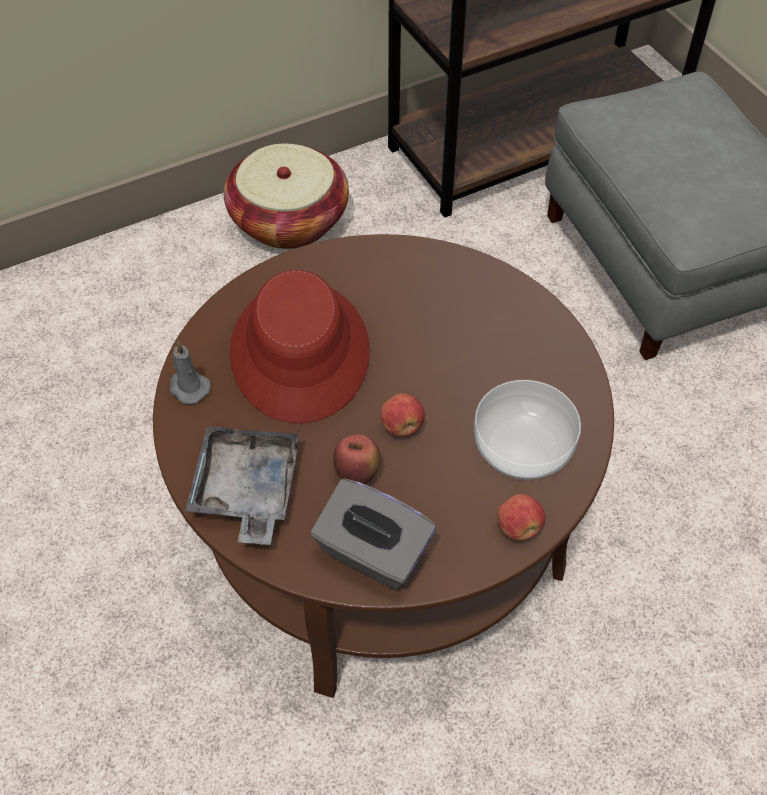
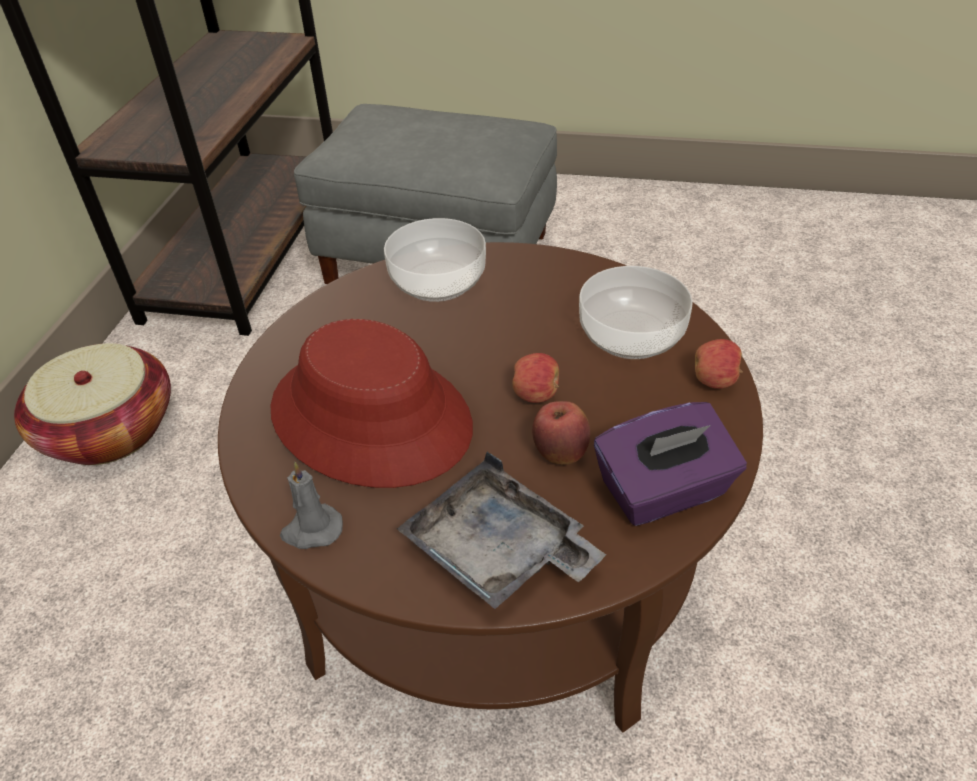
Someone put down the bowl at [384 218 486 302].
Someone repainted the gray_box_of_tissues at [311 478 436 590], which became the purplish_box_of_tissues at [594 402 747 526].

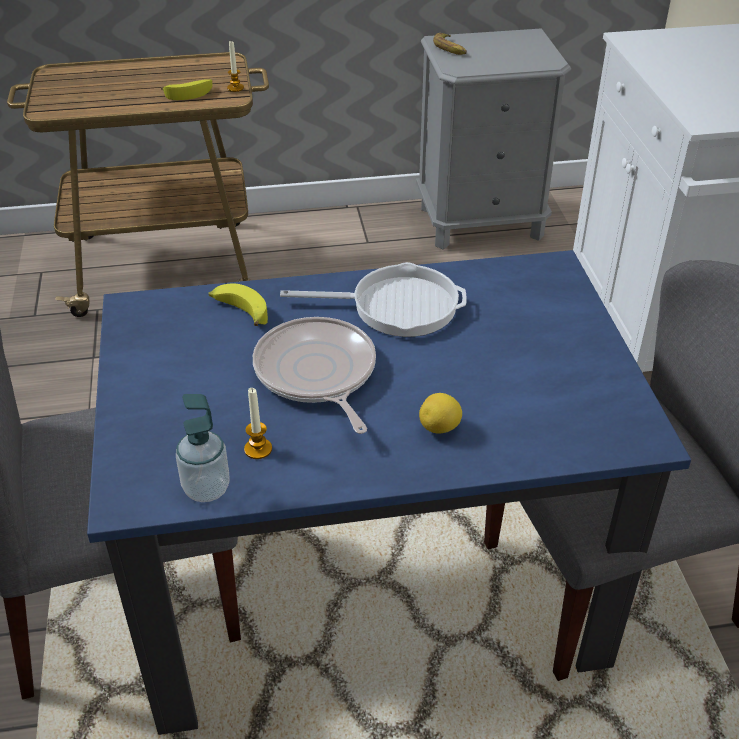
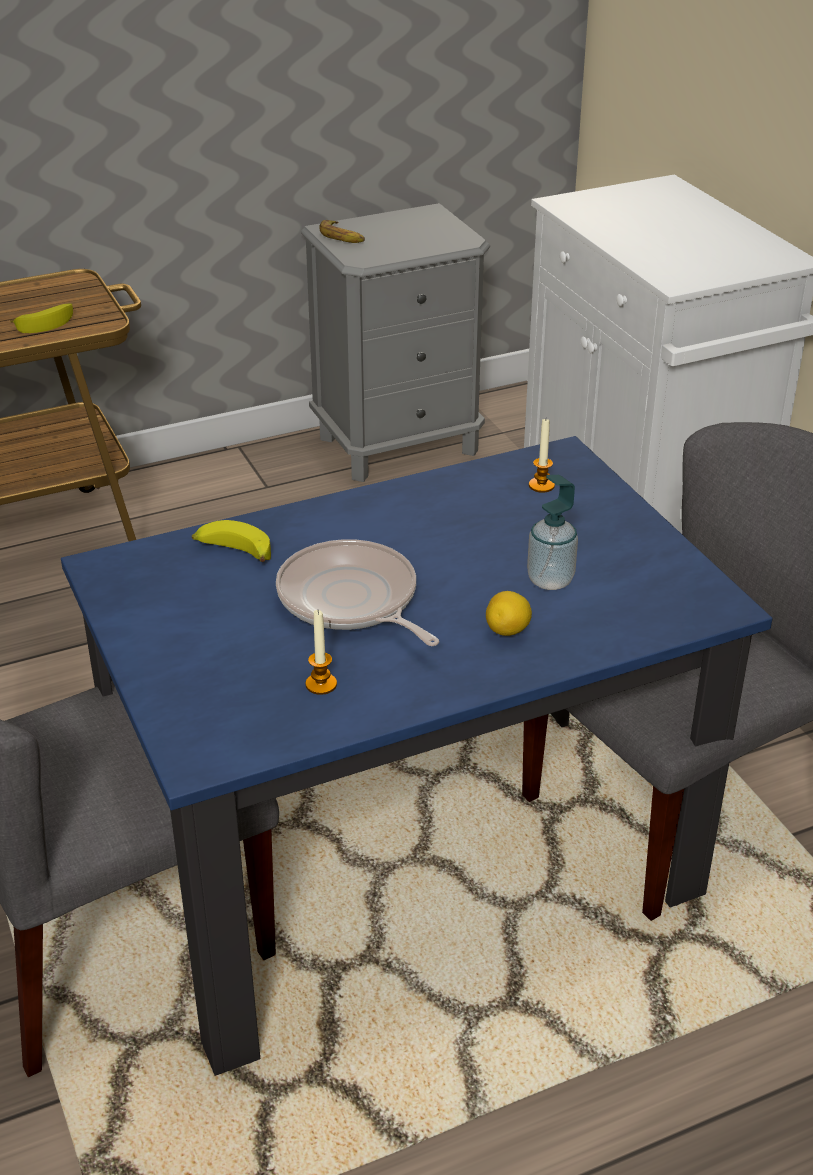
Someone took away the pan at [280 262 467 337].
Someone carried the liquid_soap_bottle from [176 394 230 502] to [527 475 578 590].
Someone carried the candle from [227 41 244 92] to [529 419 555 493].

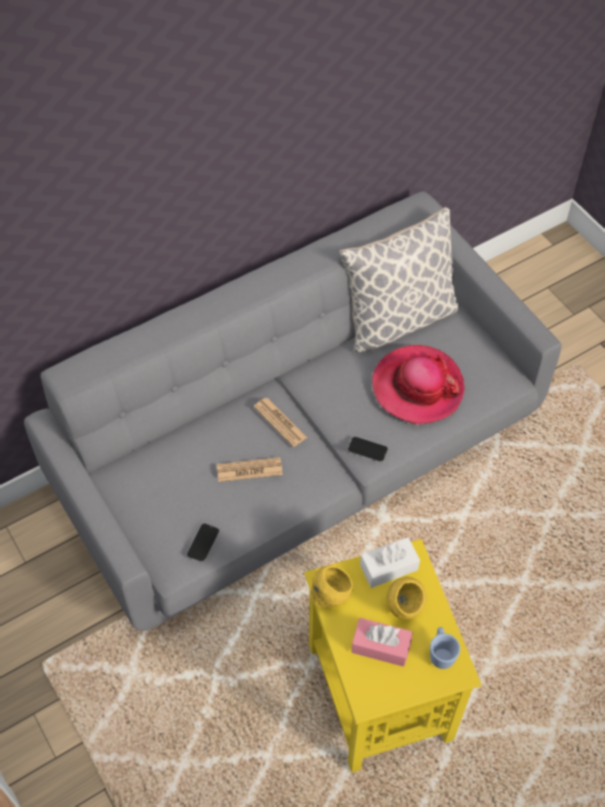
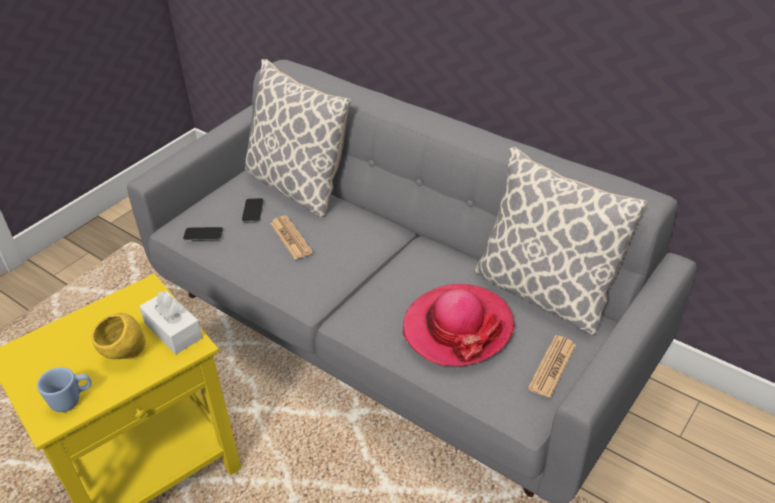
Someone took away the yellow-coloured_bowl at [310 565 353 608].
Someone took away the pinkish_box_of_tissues at [351 618 412 667].
Someone put down the pillow at [245 59 351 217].
Someone carried the newspaper from [254 398 308 447] to [528 335 576 398].
Someone carried the telephone from [348 437 388 462] to [242 198 264 222].

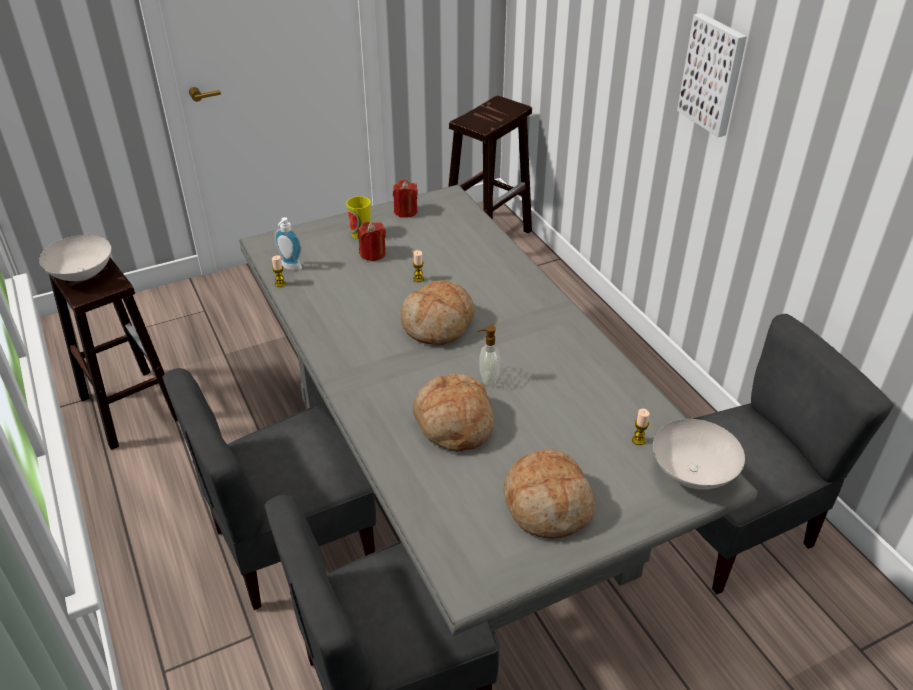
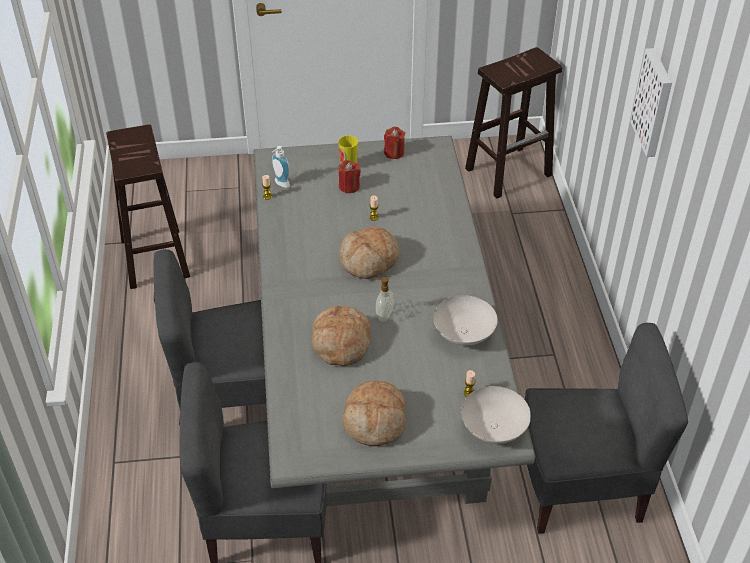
Someone carried the white_bowl from [39 235 111 281] to [433 295 498 346].

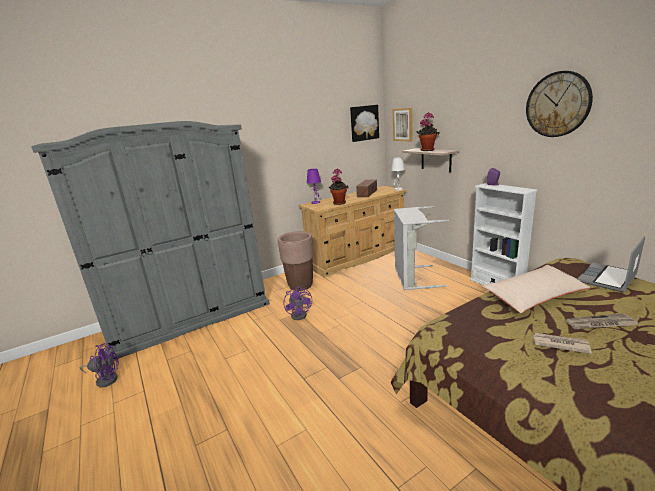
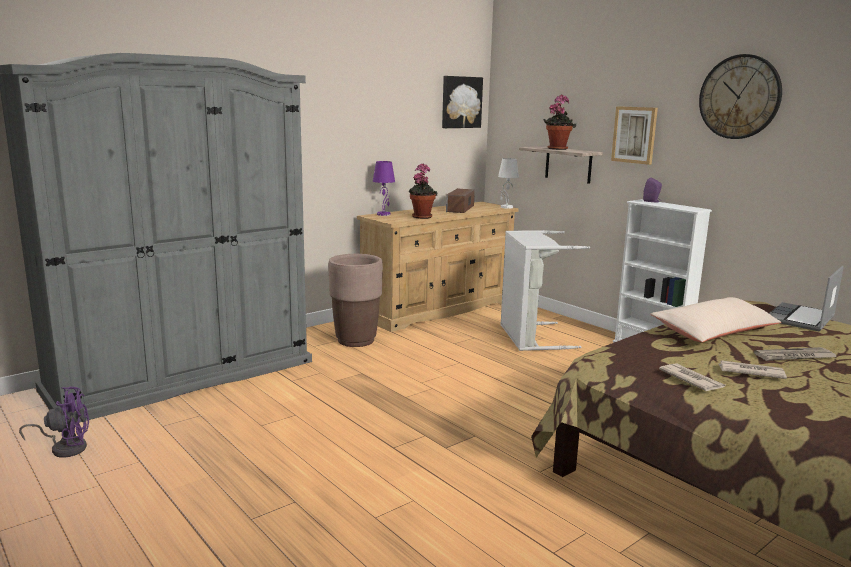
Someone took away the purplish_electric_fan at [284 286 312 320].
Someone put down the newspaper at [659 363 725 391].
Someone carried the wall_art from [393 108 412 142] to [611 106 658 165].

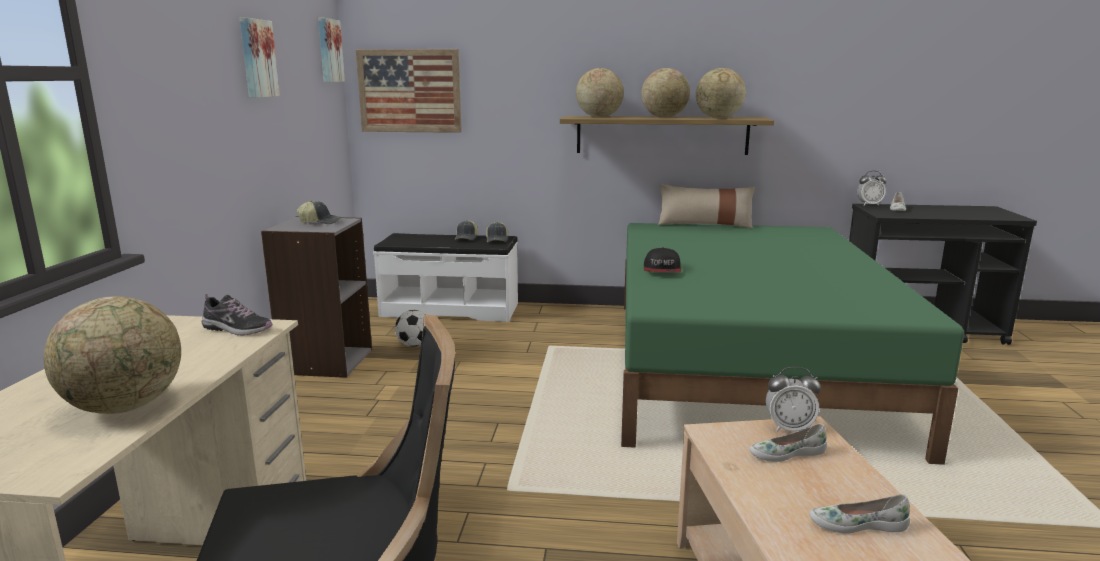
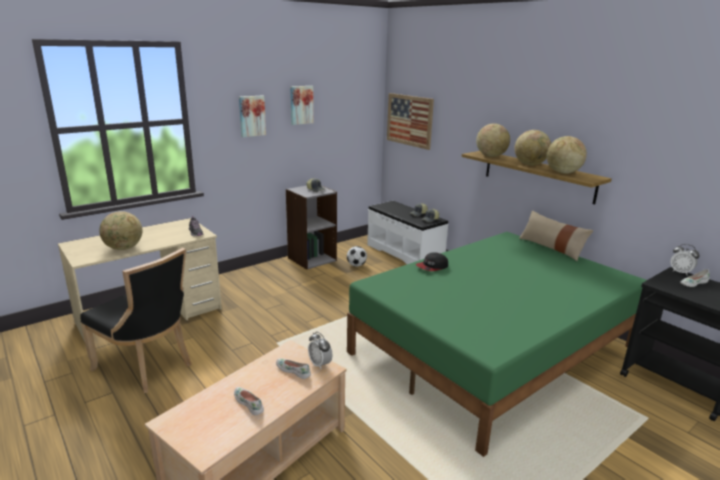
Someone carried the wall_art from [318 18 345 82] to [239 96 266 137].

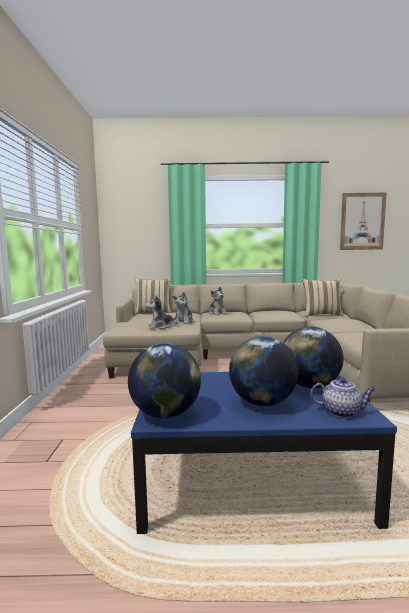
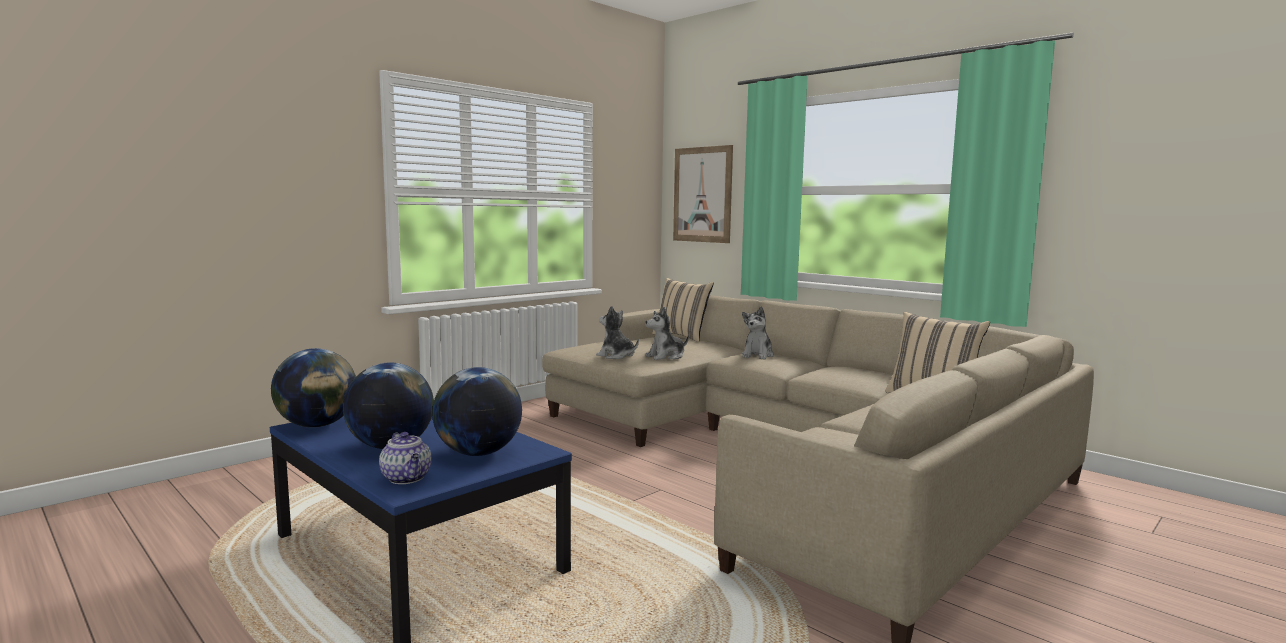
Someone carried the wall_art from [340 192 387 250] to [673 145 733 243].

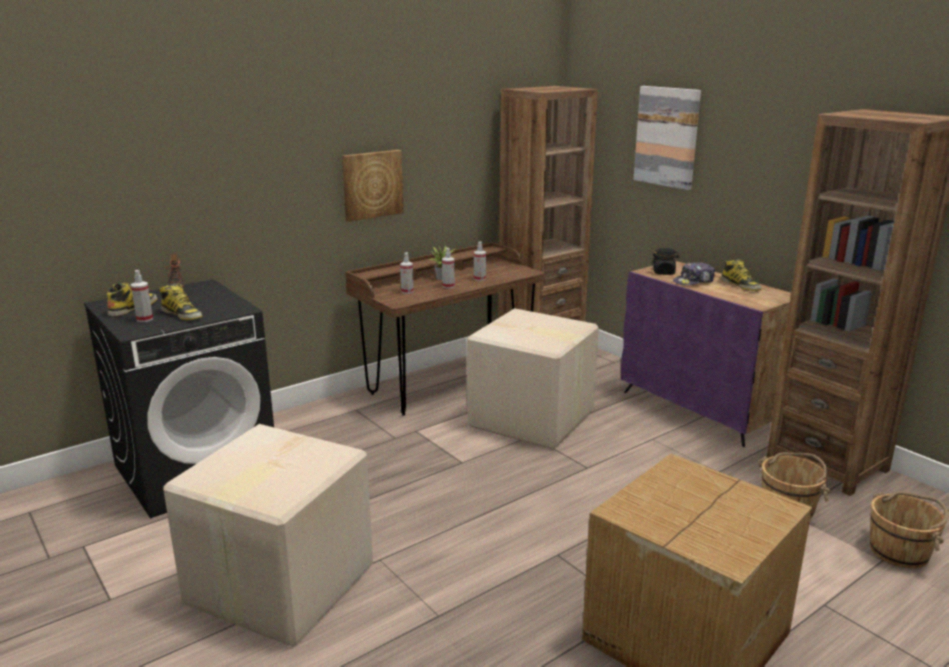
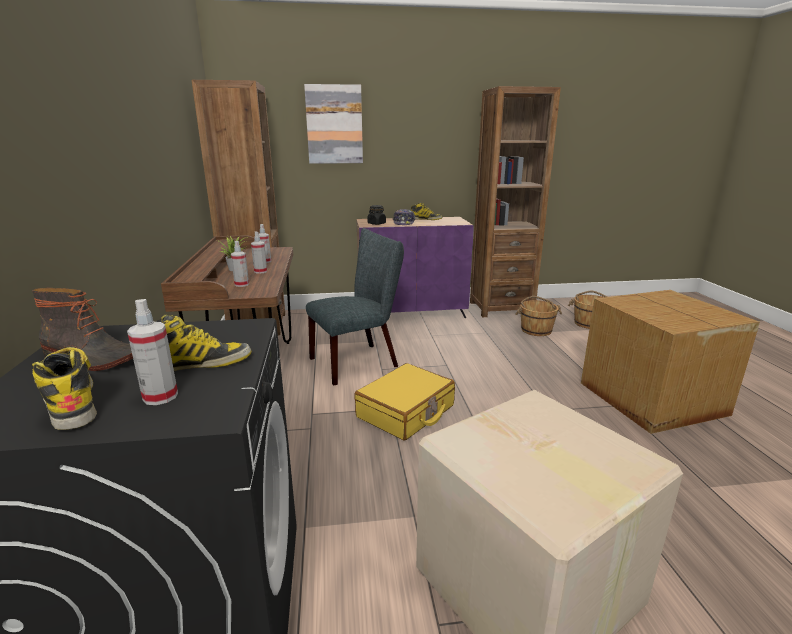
Someone took away the wall_art at [342 150 403 222].
Someone put down the yellow-coloured_travel_case at [354 363 455 441].
Someone swapped the carton at [467 308 599 449] for the gray_chair at [306 228 404 385].

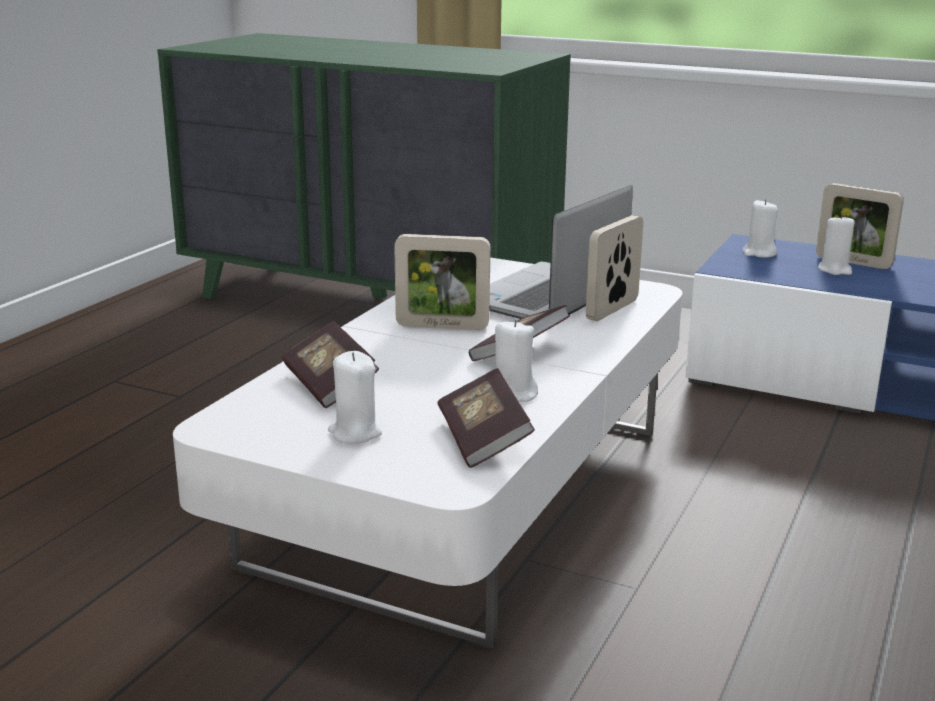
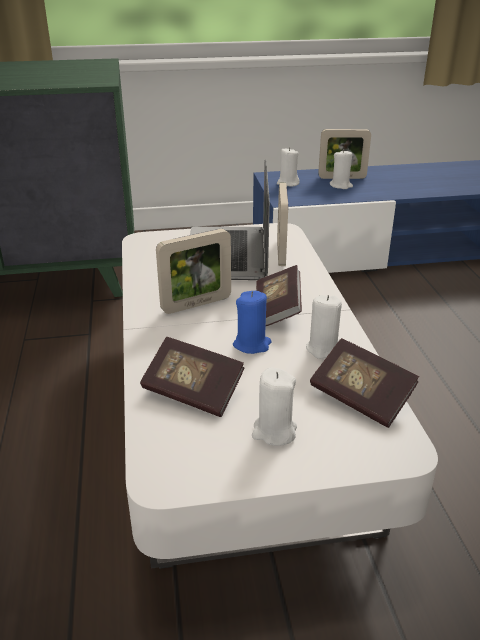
Someone put down the blue-coloured_candle at [233 291 272 354].

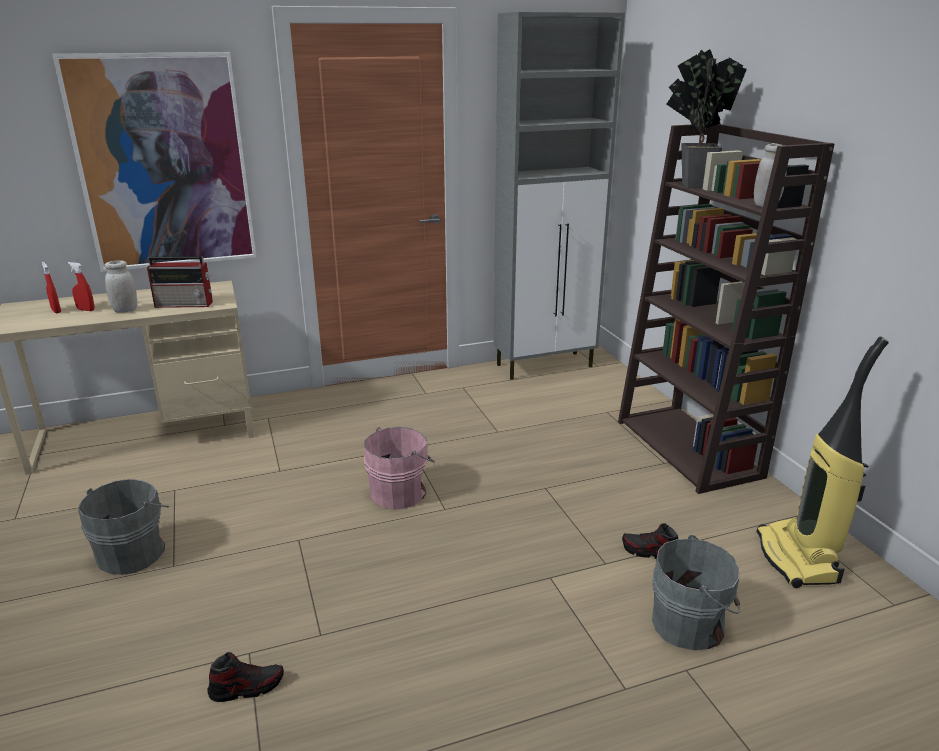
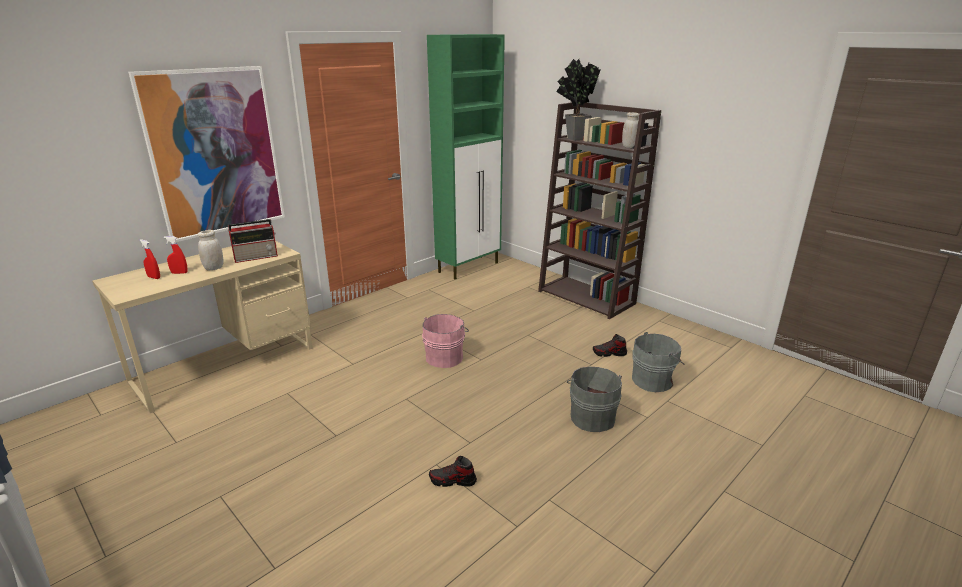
Someone took away the vacuum_cleaner at [757 336 889 588].
Someone carried the gray_pail from [78 479 169 575] to [567 366 622 432].
Someone repainted the gray_cupboard at [494 12 625 380], which became the green_cupboard at [427 34 505 279].
Someone rotated the low_shoe at [207 652 284 702] by 135 degrees counterclockwise.

